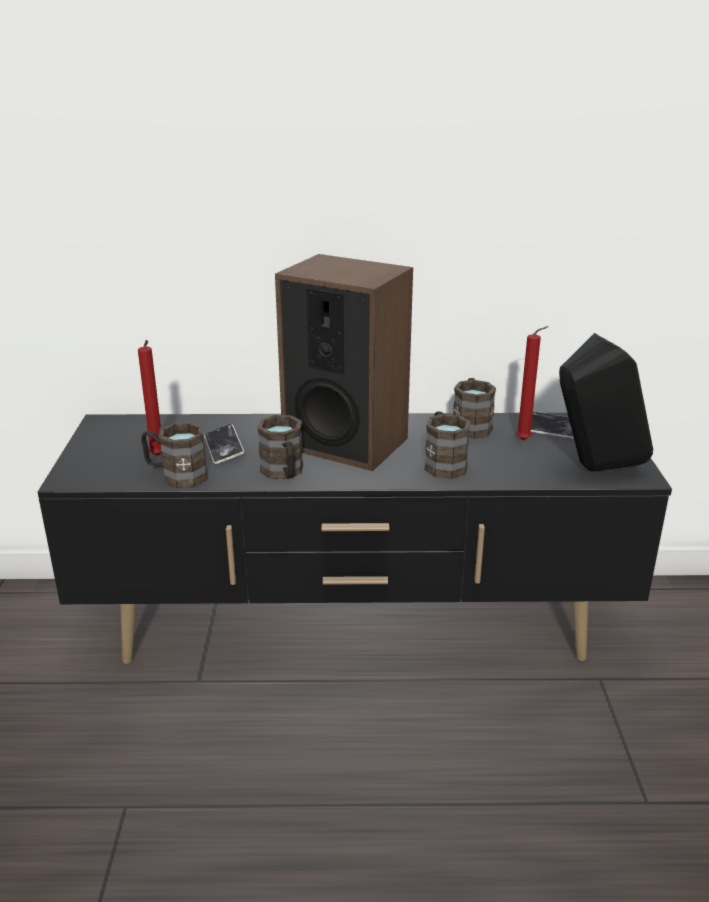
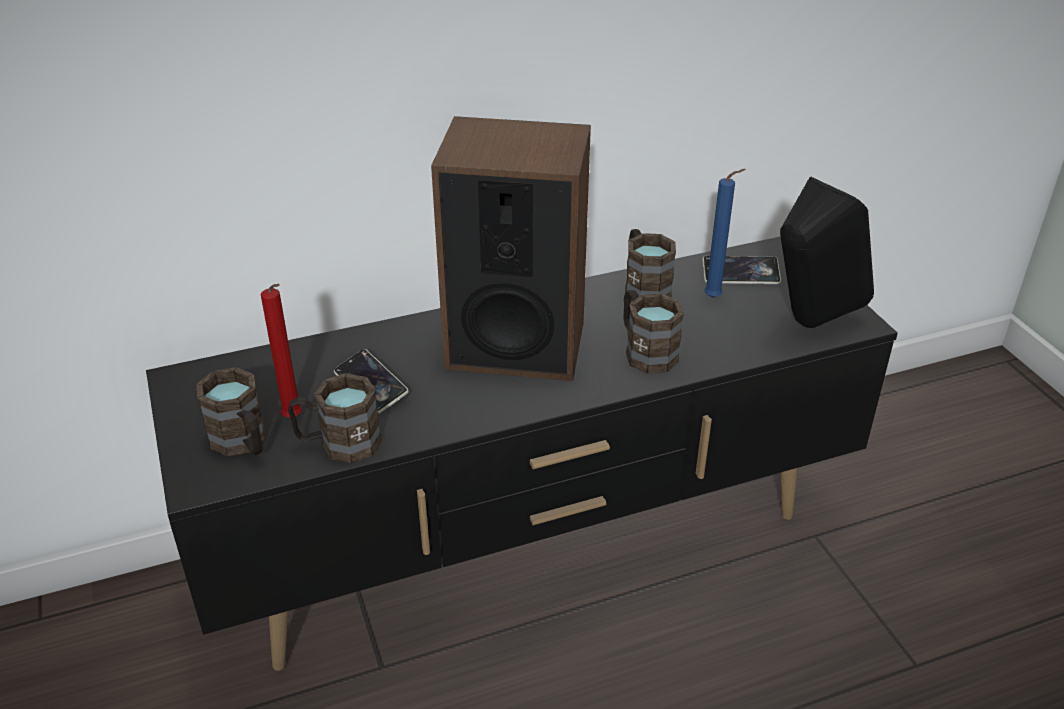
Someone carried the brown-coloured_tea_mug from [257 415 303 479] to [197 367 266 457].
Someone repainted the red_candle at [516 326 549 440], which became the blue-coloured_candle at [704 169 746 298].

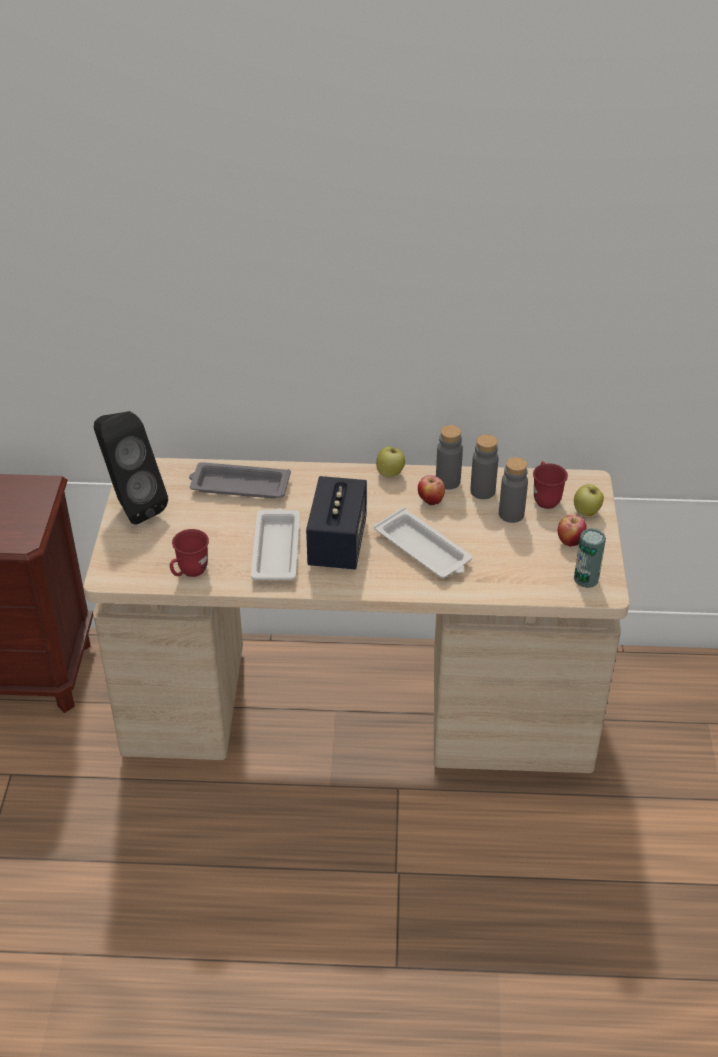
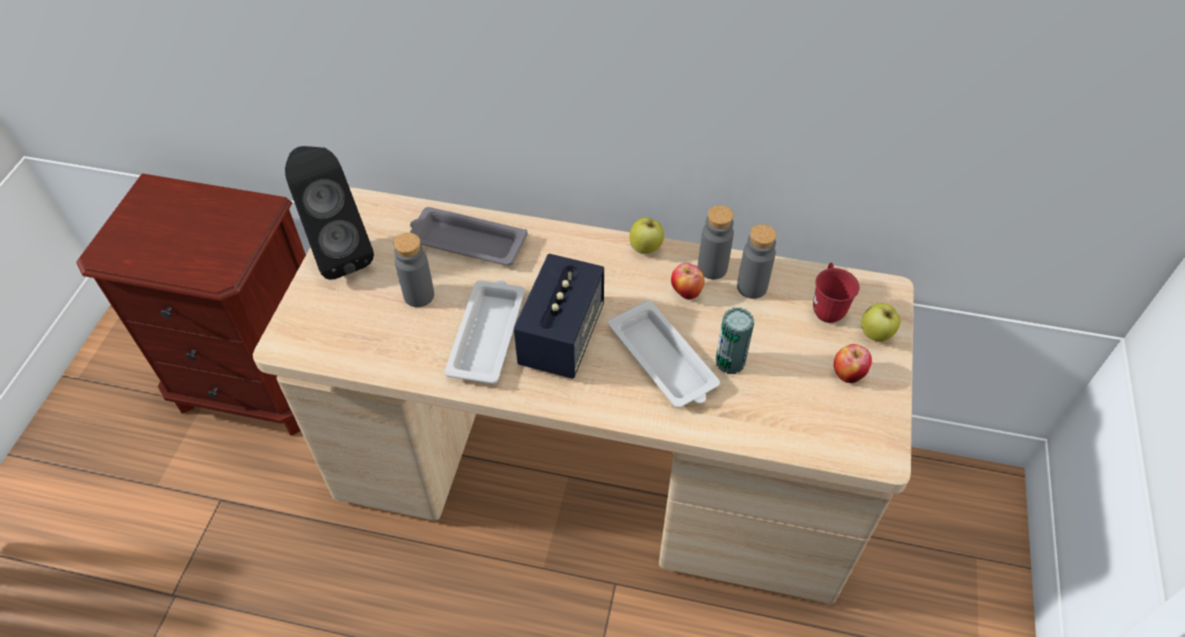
Someone took away the red_tea_mug at [170 529 209 577].
Someone carried the gray_drink_bottle from [499 457 528 523] to [394 233 434 307].
Someone carried the can from [574 528 606 588] to [716 308 754 374].

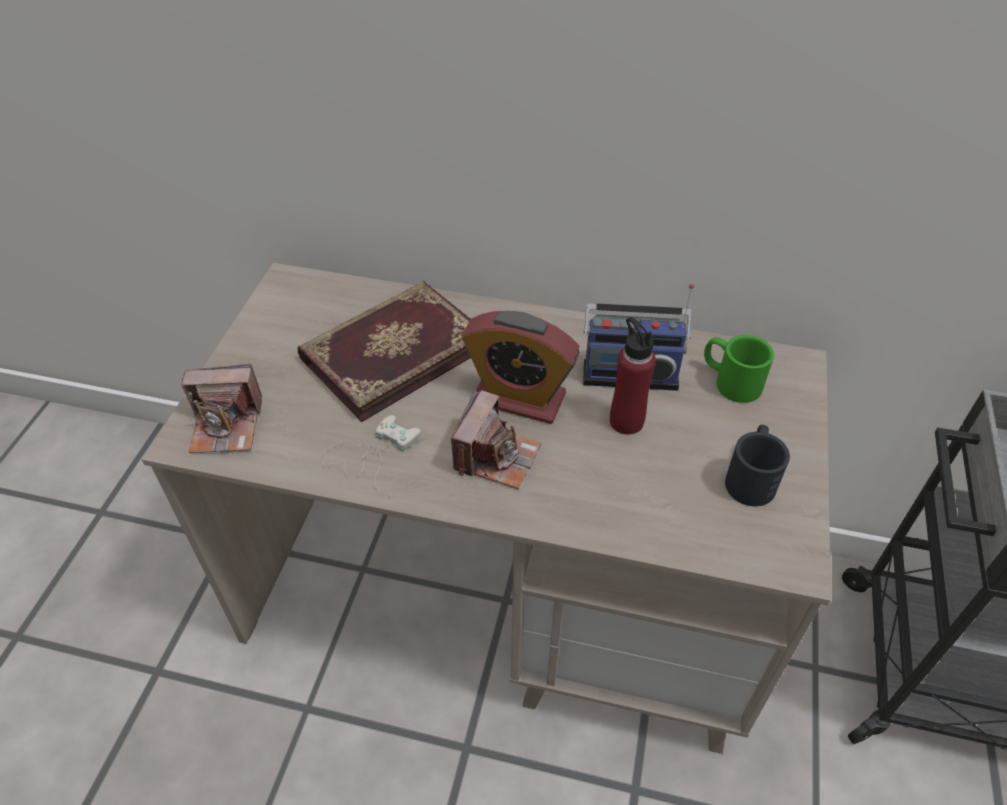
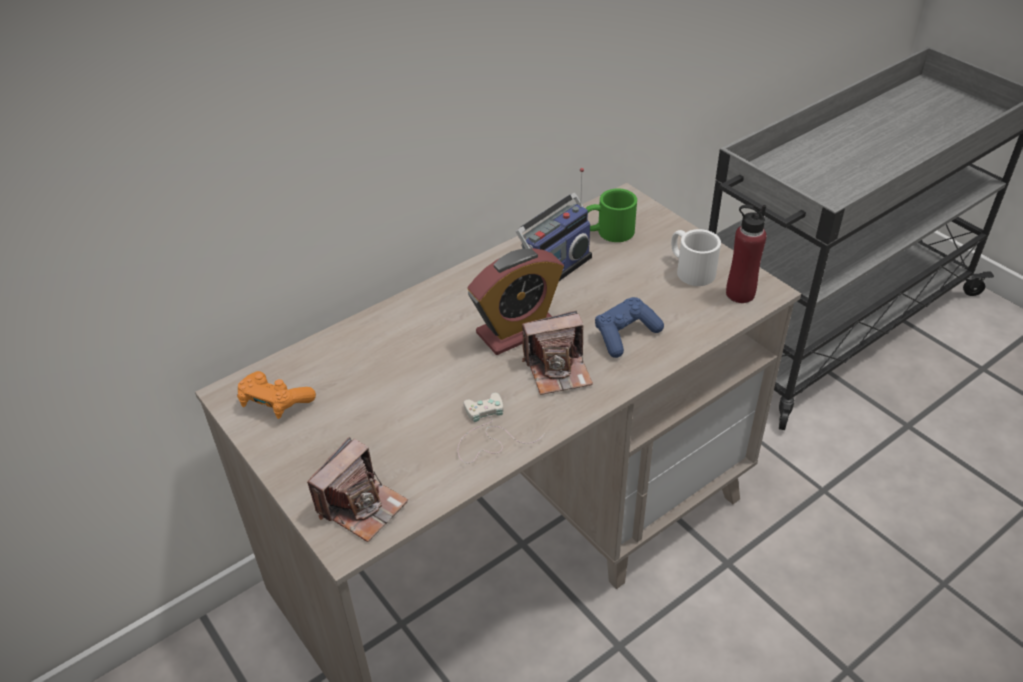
Someone took away the book at [298 281 471 422].
Someone put down the orangey_gamepad at [237 371 316 419].
Someone put down the blue-coloured_gamepad at [595 297 664 358].
Someone carried the red_drink_bottle from [610 317 656 435] to [726 205 767 303].
Someone repainted the blackish_tea_mug at [725 425 790 506], which became the white_tea_mug at [671 229 721 286].
Someone rotated the photo_camera at [451 389 541 489] by 105 degrees clockwise.

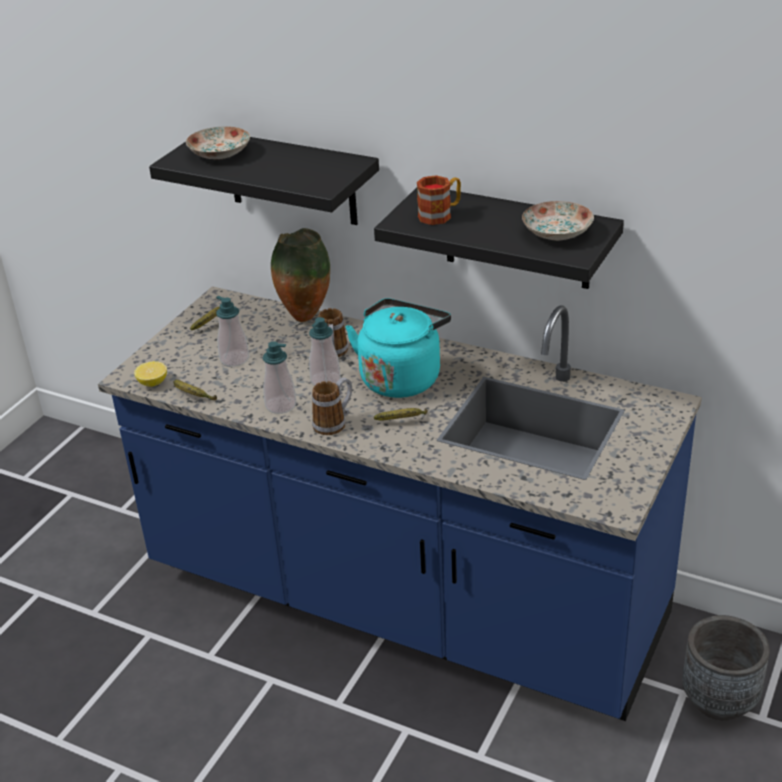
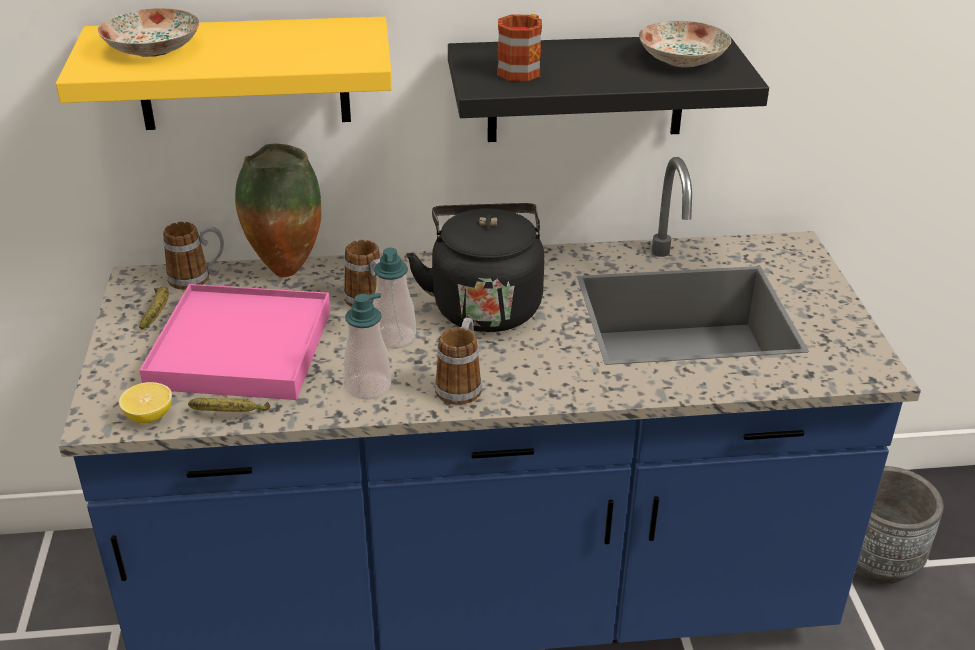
Someone took away the banana at [374 408 428 421].
Someone put down the tea_mug at [163 222 224 290].
Someone swapped the liquid_soap_bottle at [216 296 249 367] for the pinkish_carrying_tray at [140 284 330 400].
Someone repainted the blackish_shelf at [149 137 379 225], which became the yellow-coloured_shelf at [56 17 392 130].
Someone repainted the turquoise-coloured_tea_kettle at [346 298 451 398], which became the blackish_tea_kettle at [406 203 545 332].

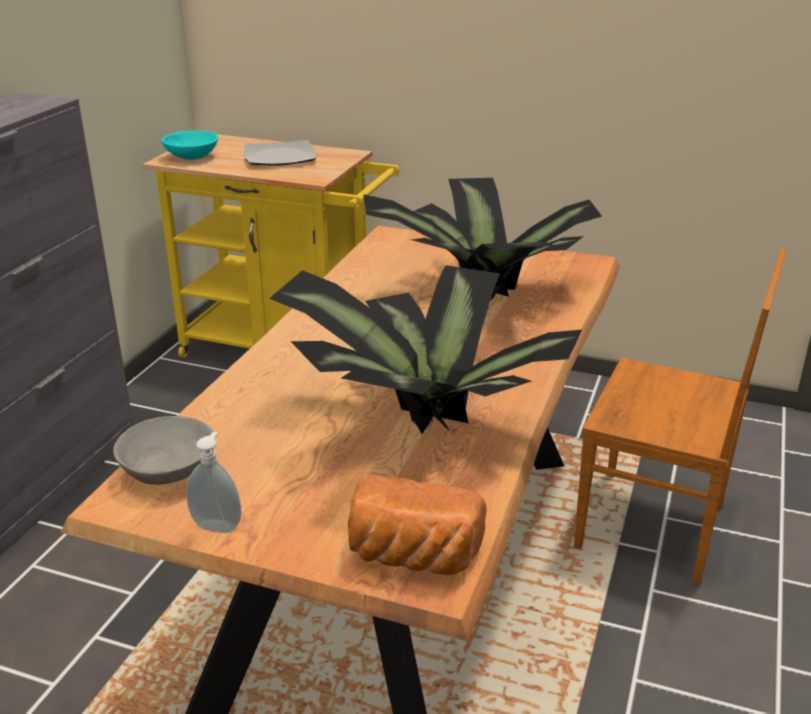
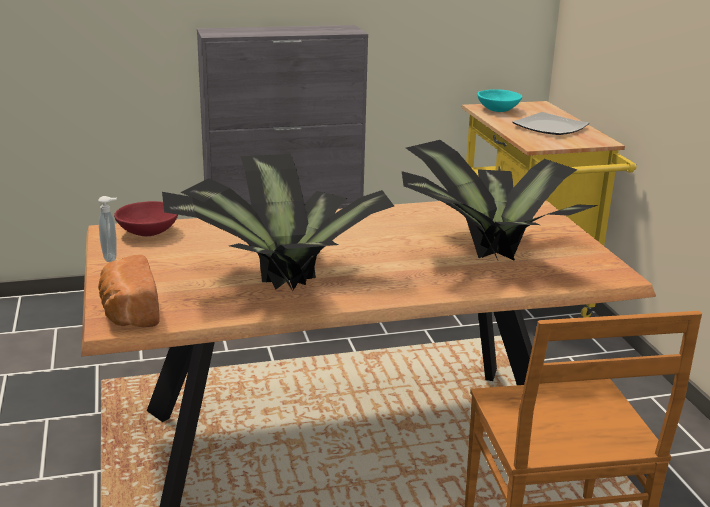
Someone repainted the gray_bowl at [113 416 216 485], which became the red_bowl at [114 201 178 236].

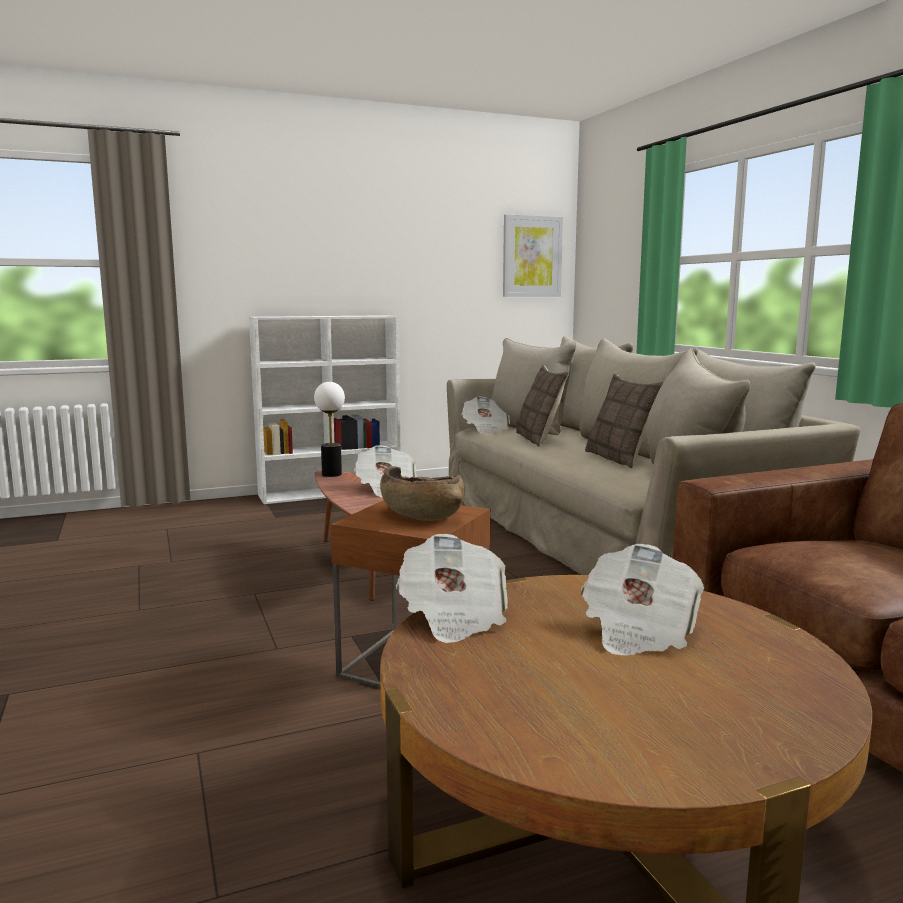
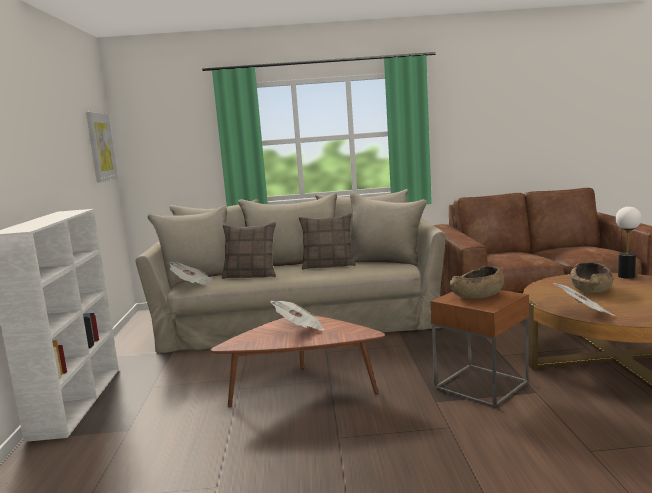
Someone carried the lamp_for_a_table from [314 382 345 477] to [616 206 642 279].
Someone swapped the newspaper at [581 544 704 655] for the brown-coloured_bowl at [570 262 613 293].

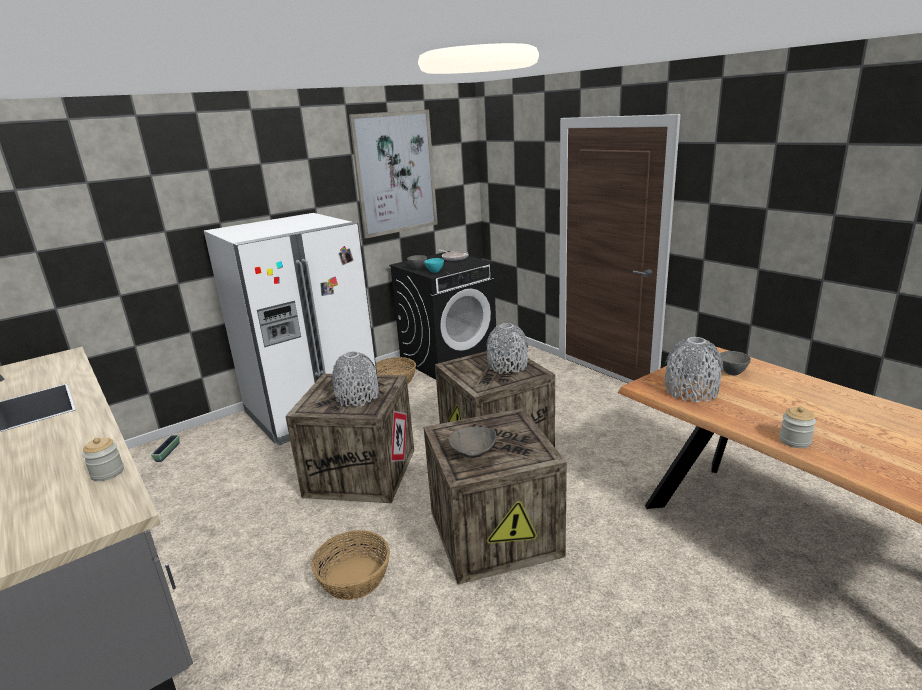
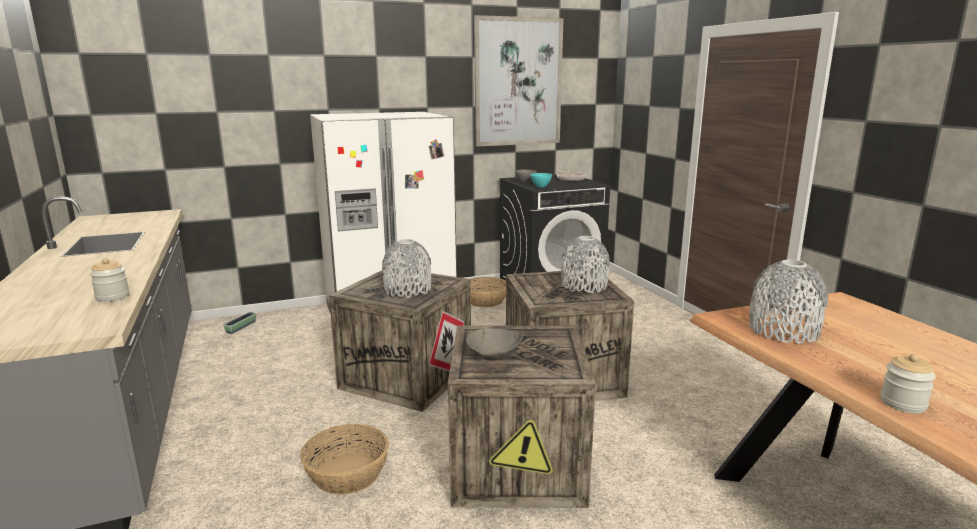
Someone took away the gray_bowl at [720 351 751 375].

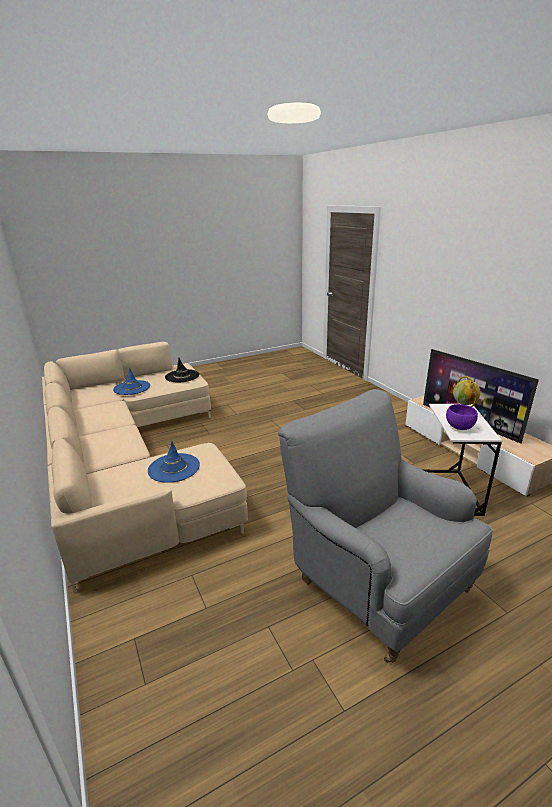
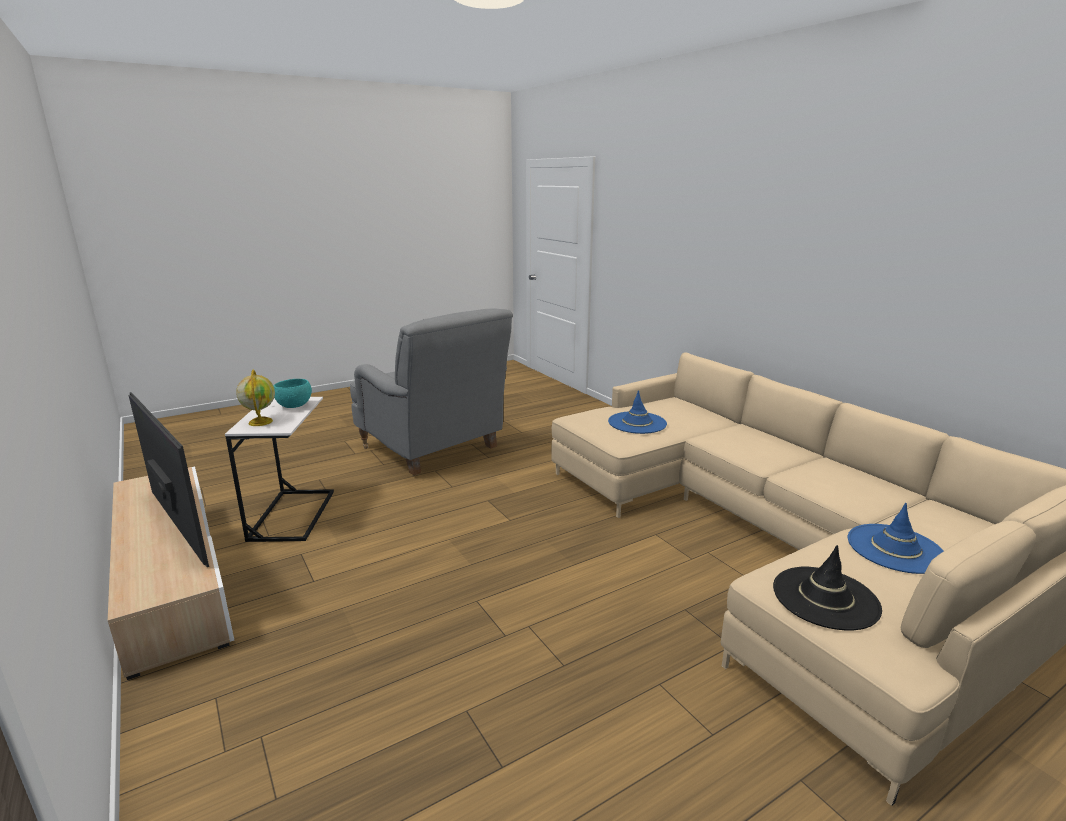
Someone repainted the purplish_bowl at [446 404 478 430], which became the turquoise-coloured_bowl at [274 379 312 408].

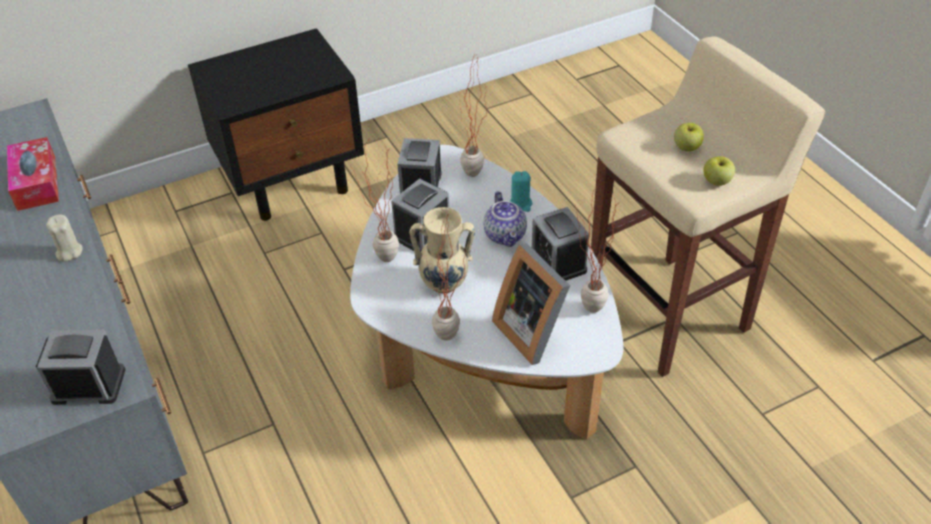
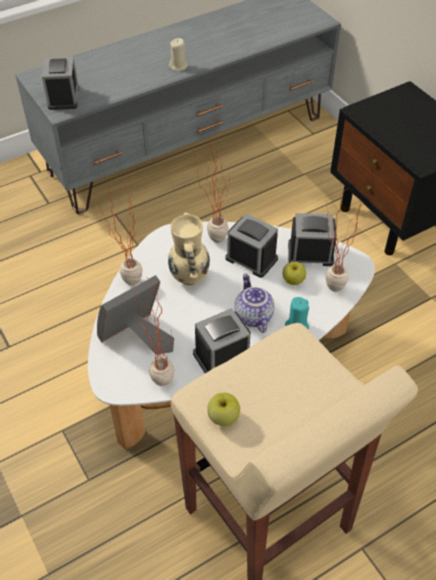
Someone took away the box_of_tissues at [7 137 59 211].
Someone carried the apple_fruit from [674 123 704 152] to [282 262 306 285].
Someone rotated the teapot at [484 191 527 247] by 90 degrees clockwise.

